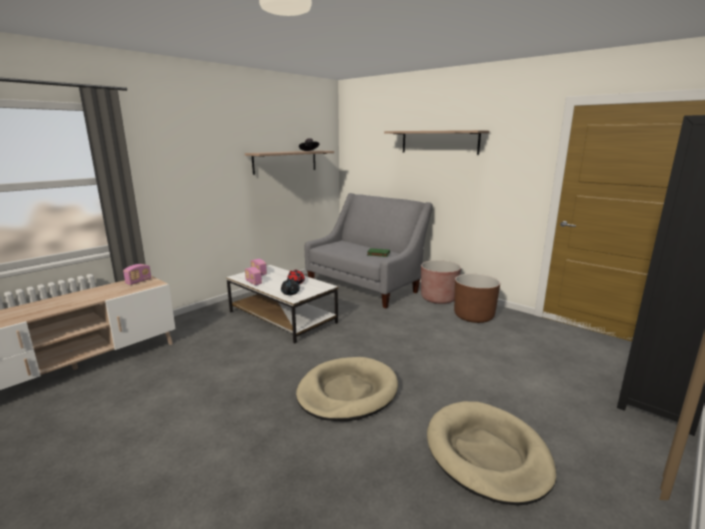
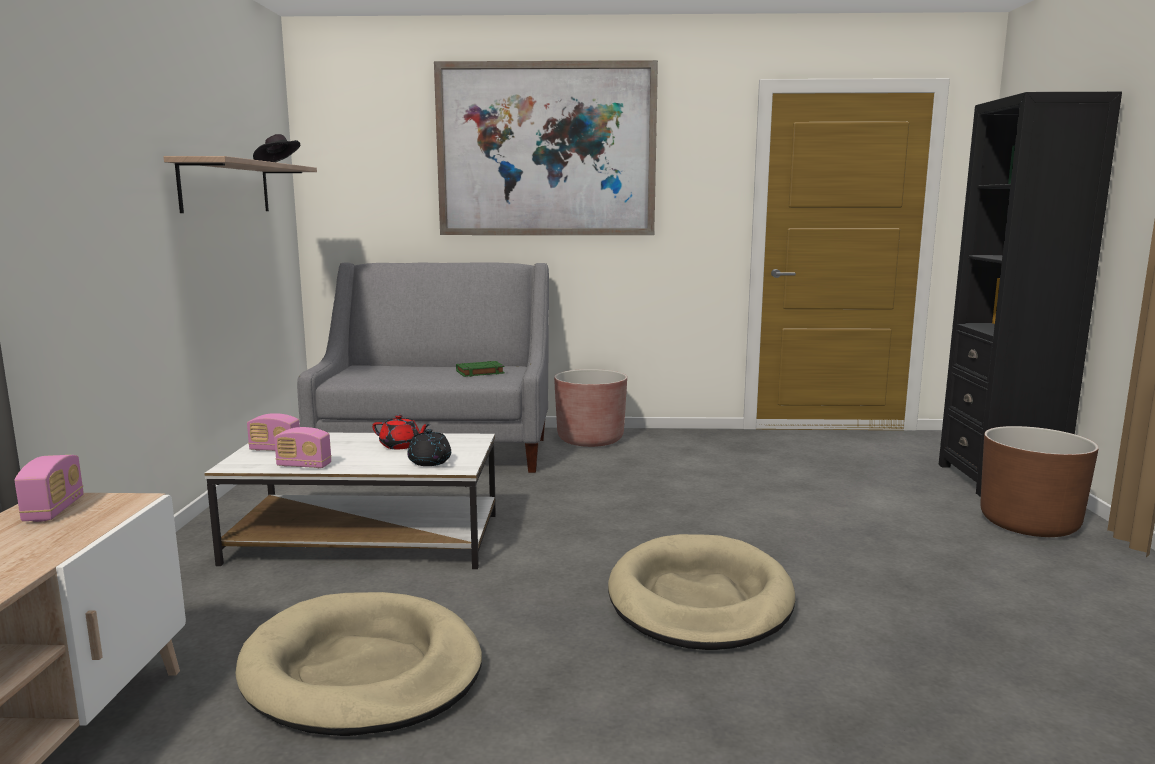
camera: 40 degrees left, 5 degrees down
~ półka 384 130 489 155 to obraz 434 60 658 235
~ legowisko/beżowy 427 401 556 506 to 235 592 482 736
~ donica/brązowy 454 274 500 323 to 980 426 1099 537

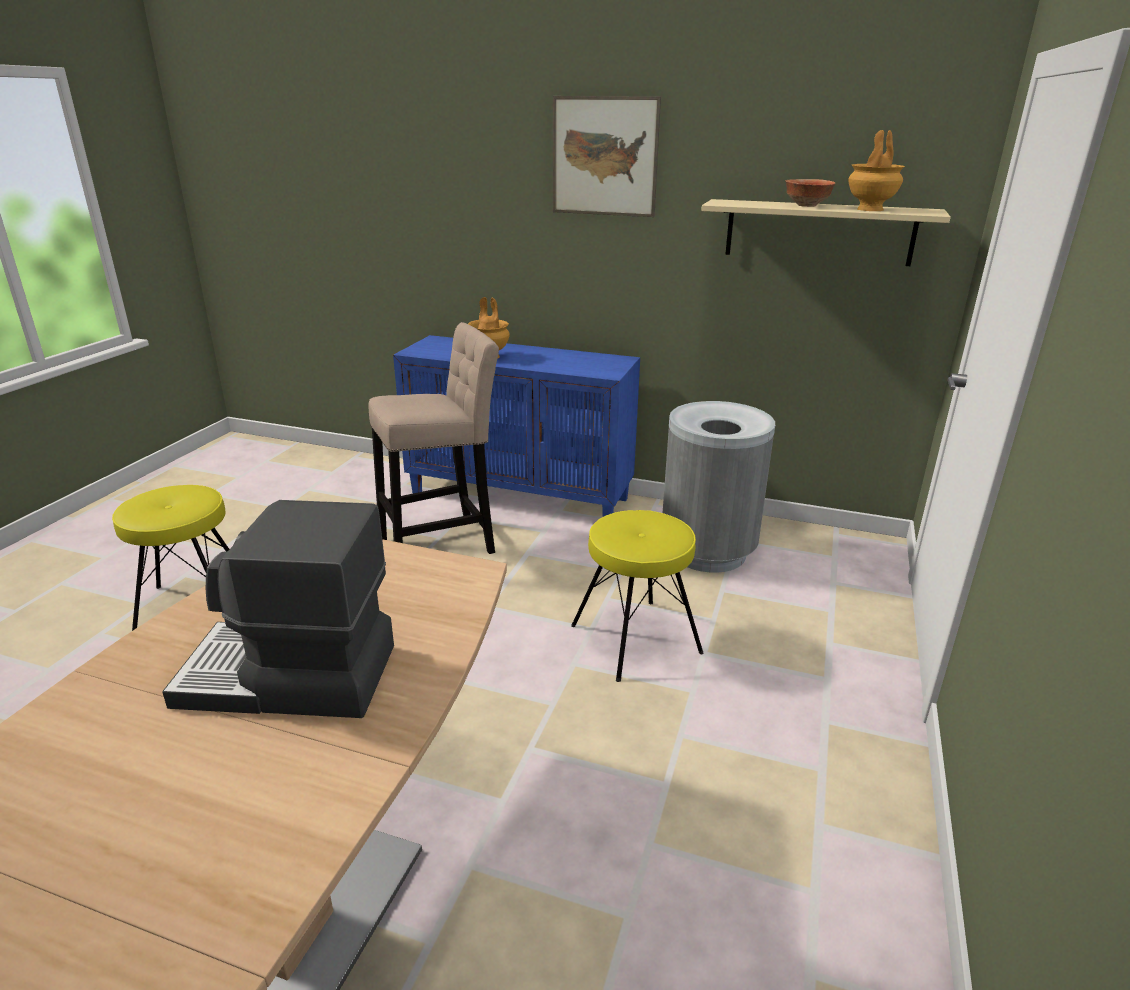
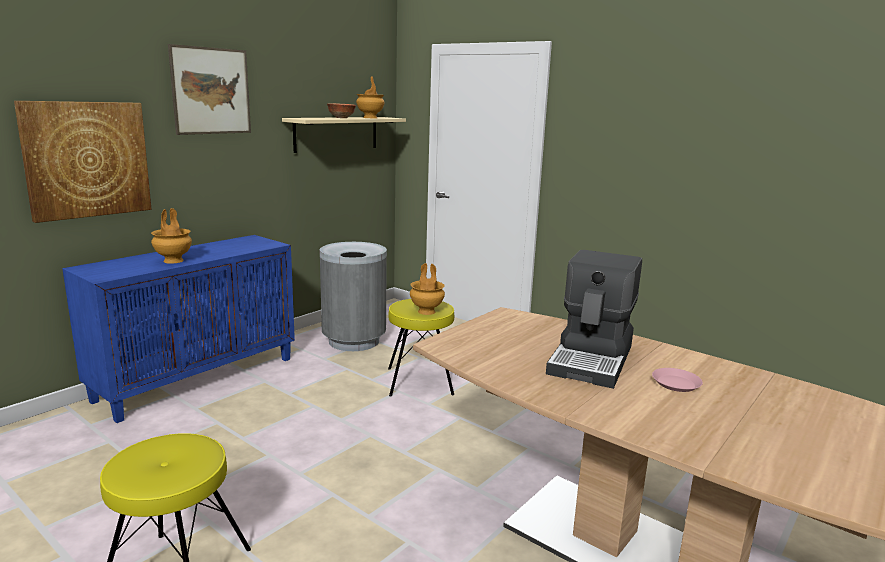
camera: 70 degrees left, 10 degrees down
- stołek/beżowy 368 322 499 554
+ obraz 14 101 152 223
+ wazon/brązowy 410 263 445 315
+ talerz/różowy 652 368 703 392

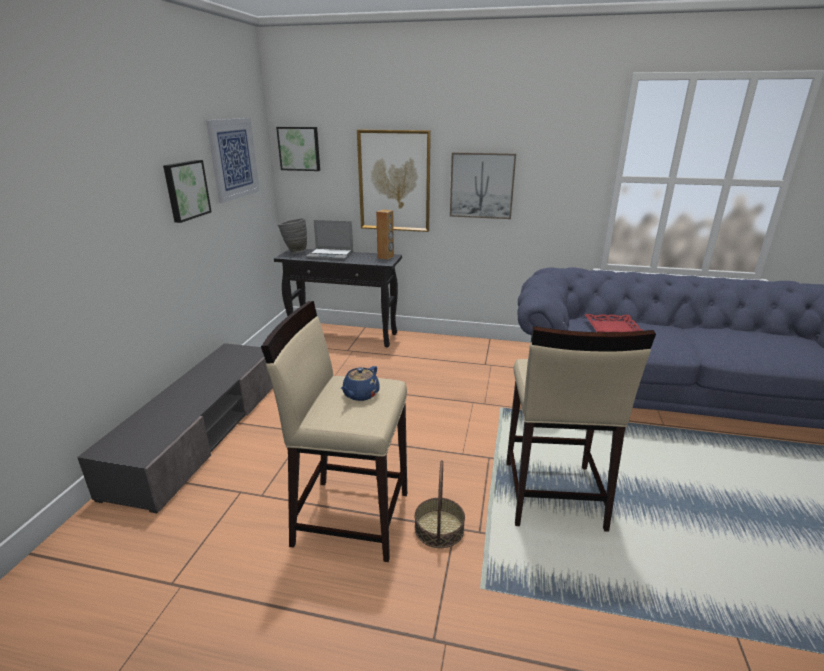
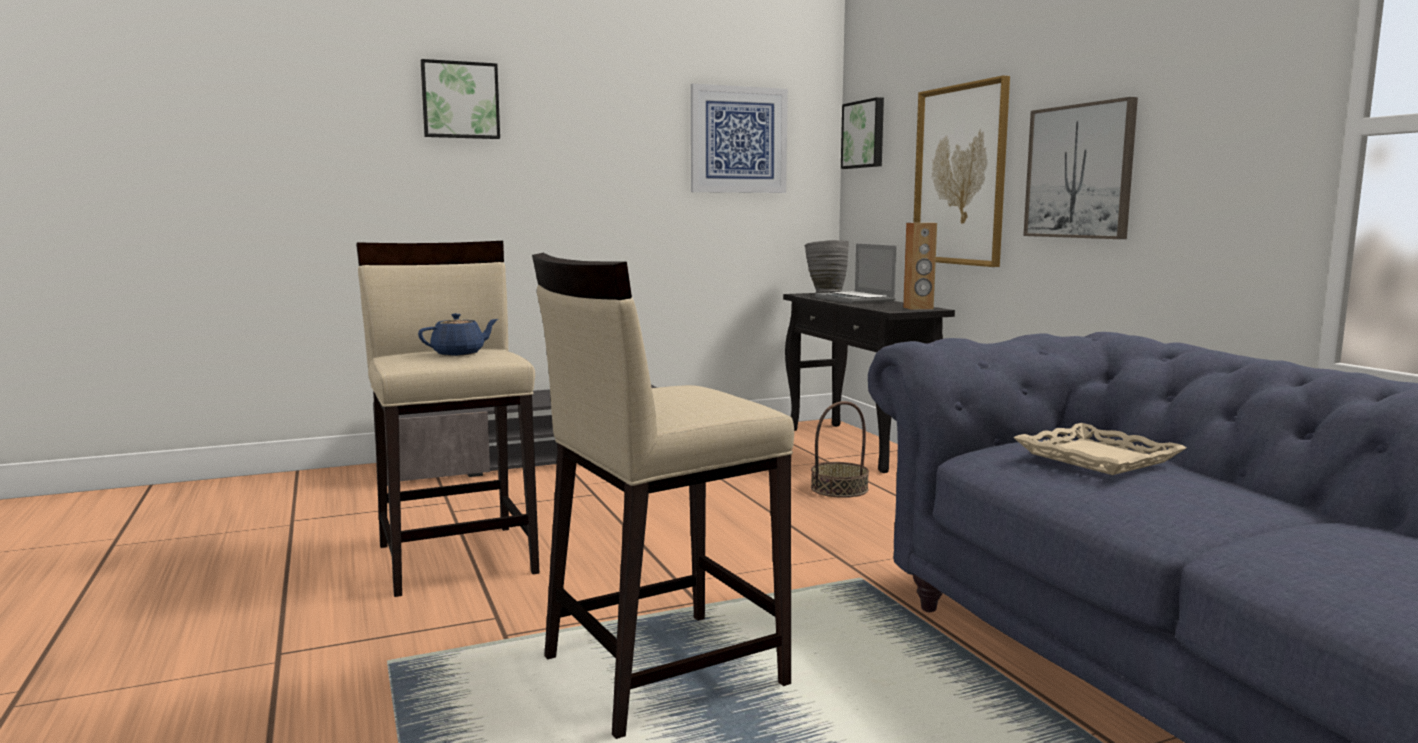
camera: 55 degrees right, 15 degrees down
~ obraz 163 160 212 223 to 421 59 500 139
~ imbryk/niebieski 341 366 380 401 = 418 313 498 356 150 degrees clockwise
~ koszyk 415 460 465 548 to 811 401 869 498
~ taca/czerwony 585 314 644 332 to taca/beżowy 1013 423 1187 475

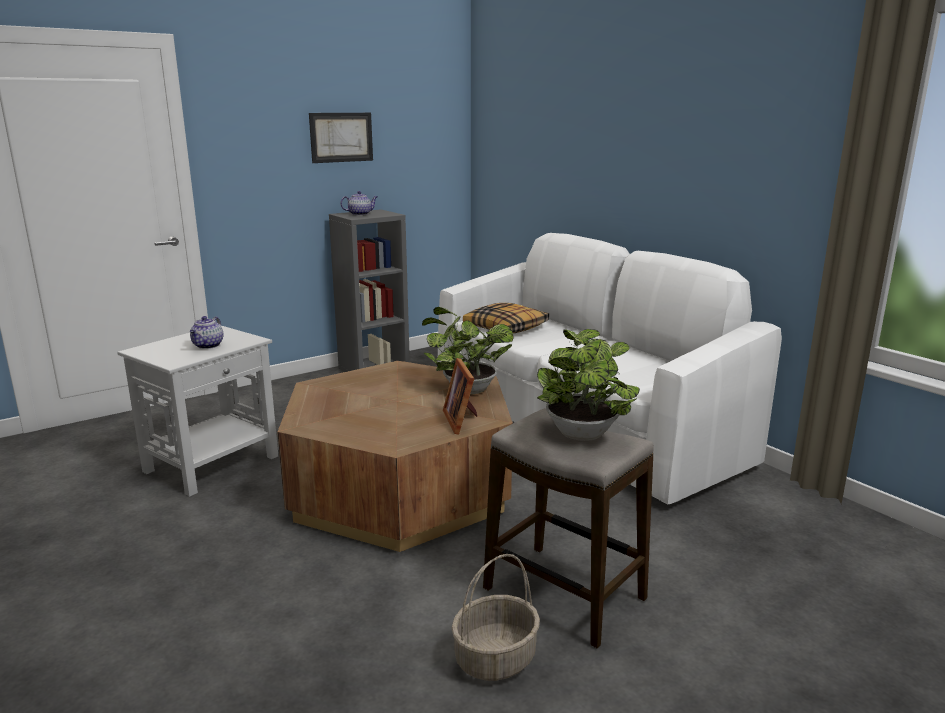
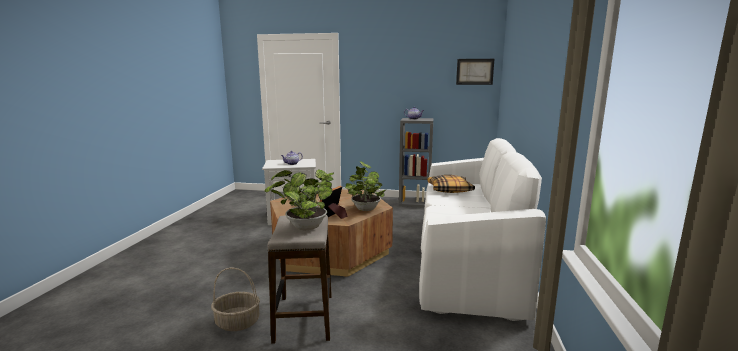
camera: 45 degrees right, 5 degrees down
~ obraz 309 113 373 163 to 456 59 494 85

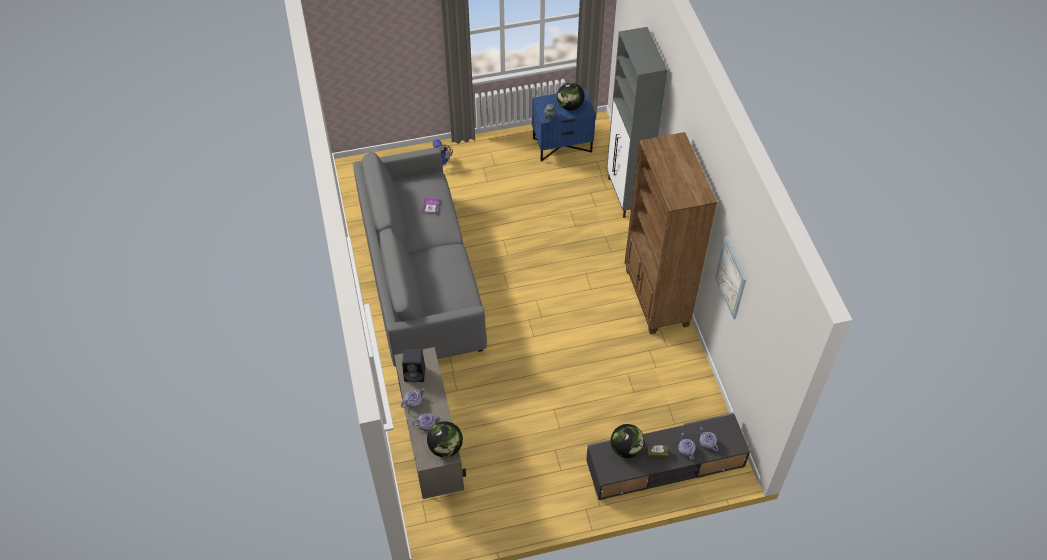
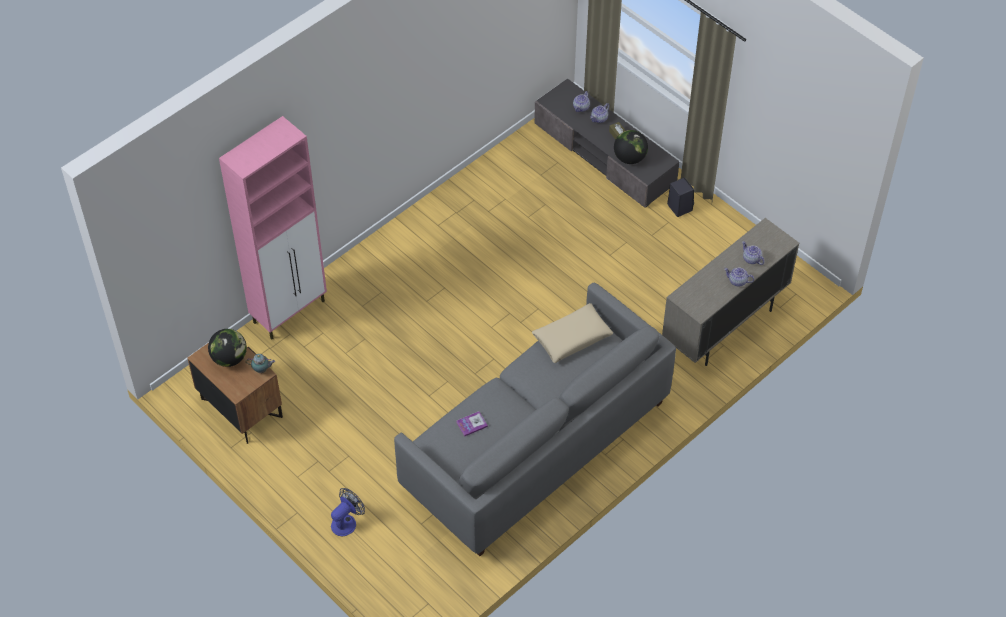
camera: 120 degrees left, 0 degrees up
~ głośnik/czarny 402 349 425 382 to 667 178 694 217
- globus 427 421 463 457
~ szafka nocna/niebieski 532 89 596 162 to szafka nocna/brązowy 187 343 283 444
~ szafka/szary 607 27 667 218 to szafka/różowy 219 116 327 339
- regał/brązowy 625 132 717 334
- obraz 715 237 746 319
+ poduszka/beżowy 532 303 613 363

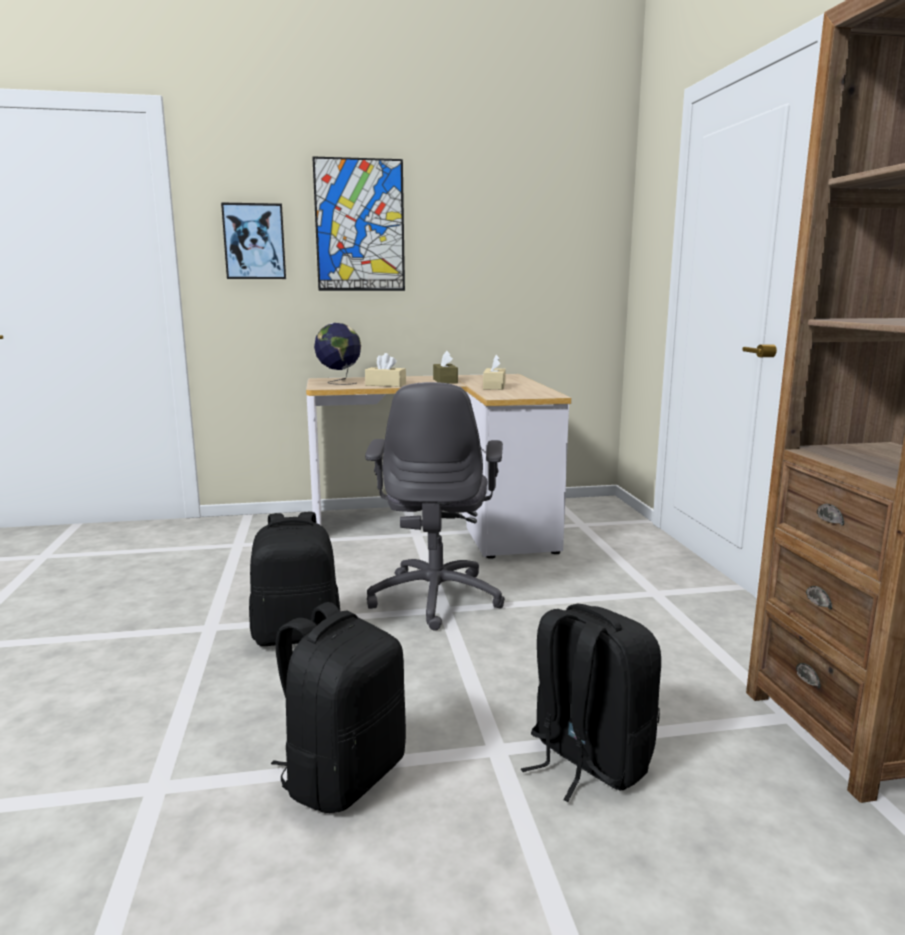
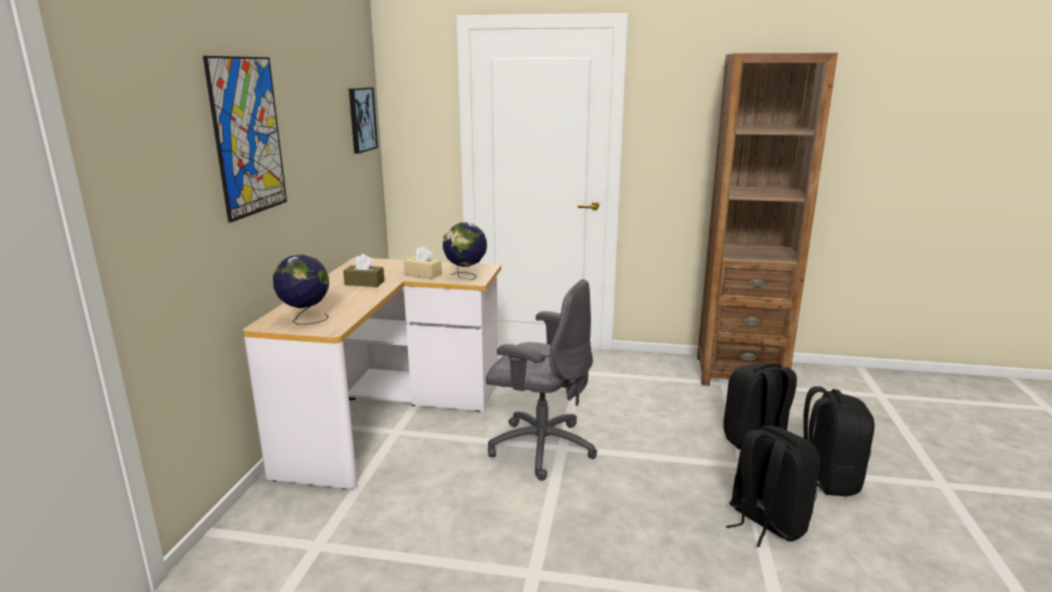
camera: 70 degrees left, 5 degrees up
~ obraz 221 202 286 279 to 349 87 378 154
~ plecak/czarny 249 512 340 646 to 803 386 875 496
- pudełko chusteczek/beżowy 365 353 406 387
+ globus 443 222 487 280

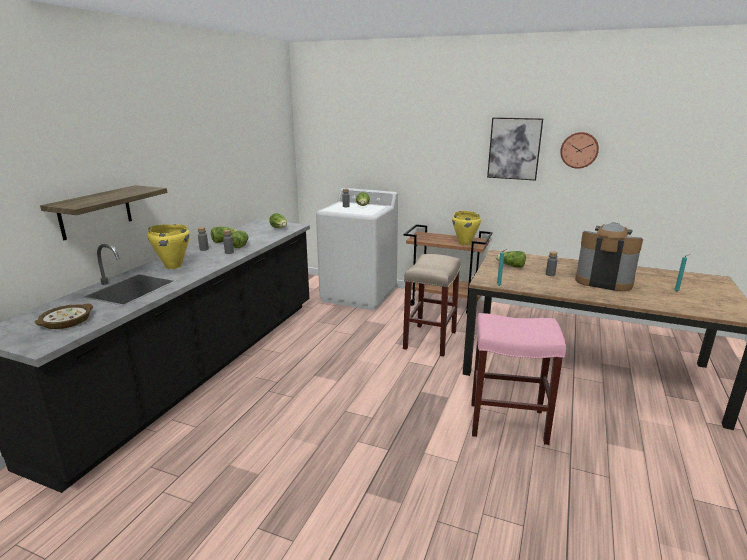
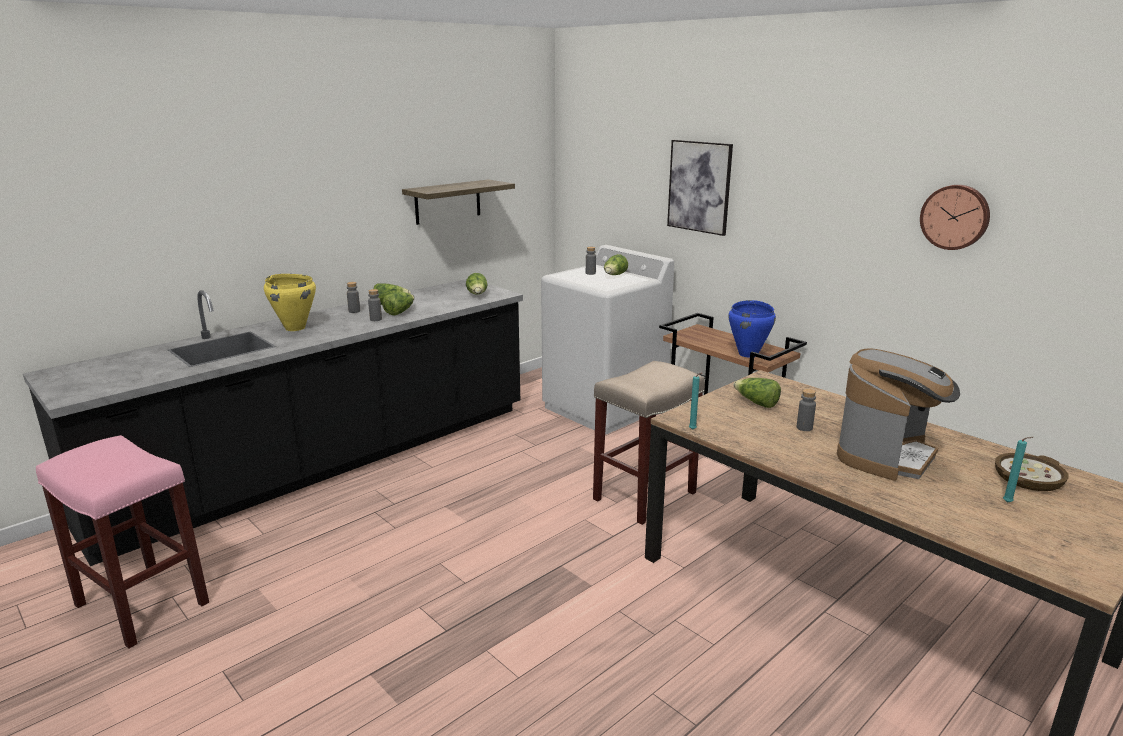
camera: 25 degrees right, 0 degrees up
~ miska 34 303 93 329 to 995 453 1069 491
~ półka 40 185 168 240 to 402 179 515 225
~ garnek/żółty 452 211 481 245 to garnek/niebieski 728 300 776 358
~ stołek/różowy 471 313 566 445 to 36 435 209 648
~ obraz 487 117 544 181 to 667 140 733 236
~ ekspres do kawy 575 222 643 291 = 837 348 960 481 75 degrees clockwise

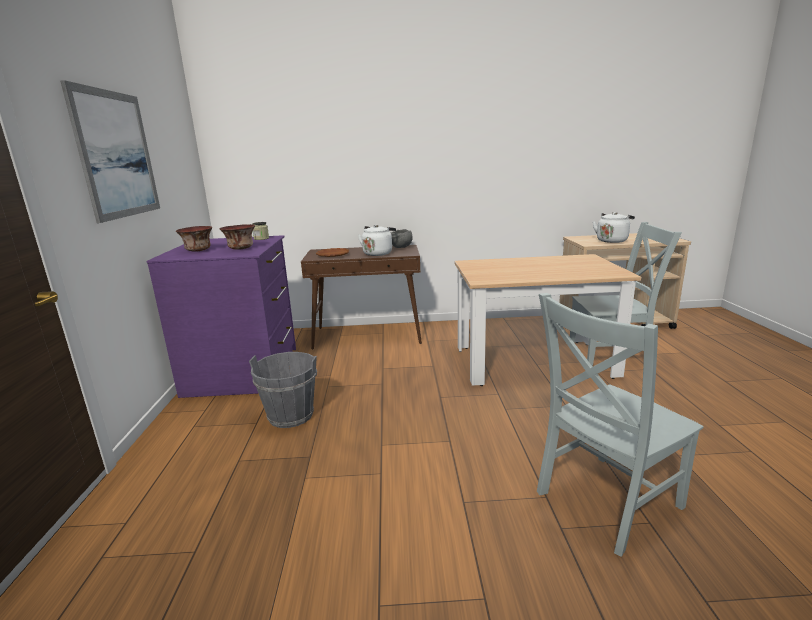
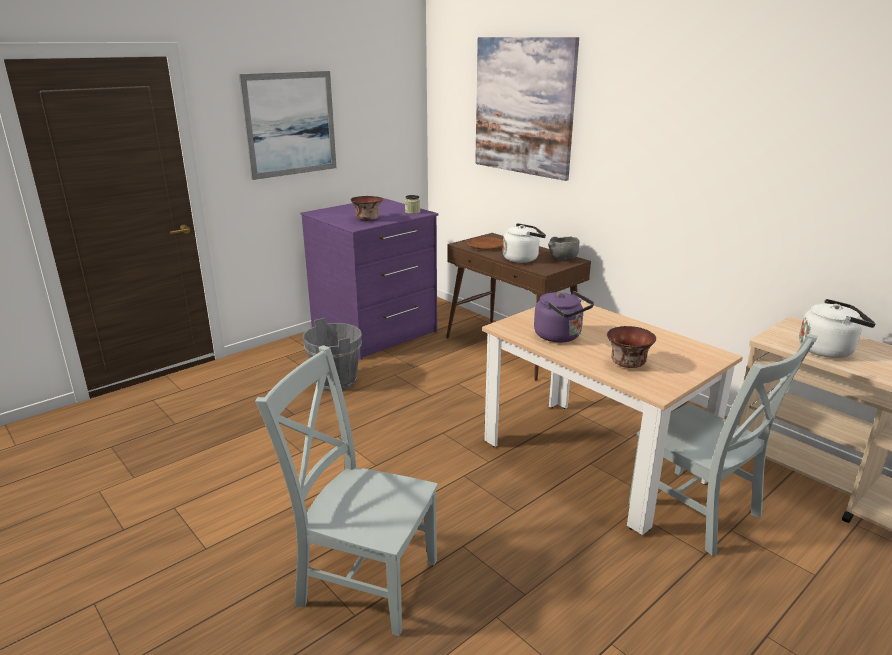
camera: 50 degrees right, 5 degrees up
~ miska 176 226 212 252 to 607 326 656 368
+ obraz 475 37 579 181
+ czajnik/fioletowy 534 290 594 343

